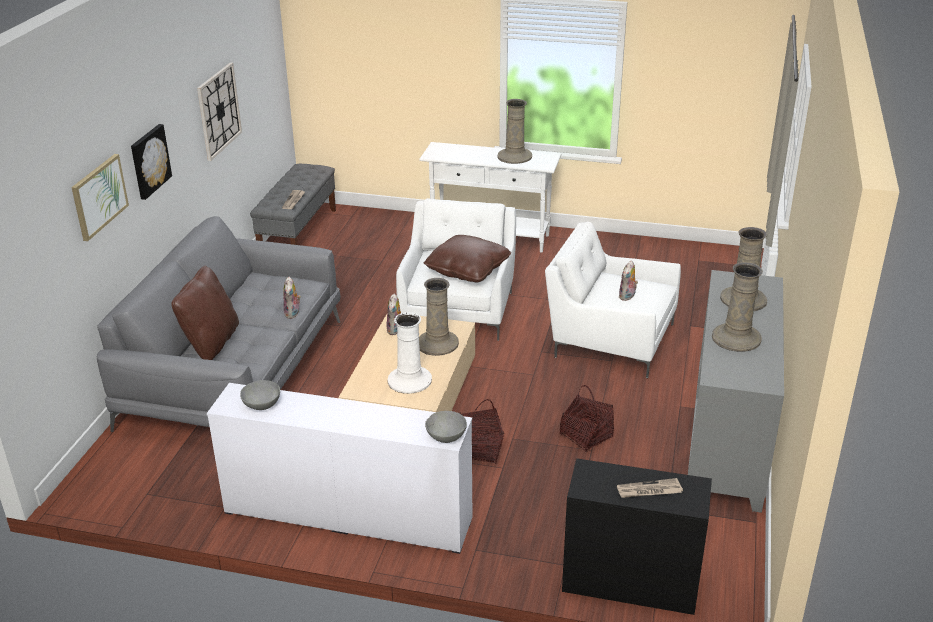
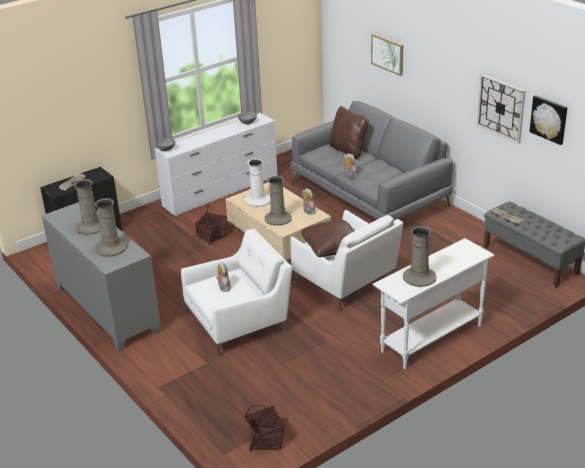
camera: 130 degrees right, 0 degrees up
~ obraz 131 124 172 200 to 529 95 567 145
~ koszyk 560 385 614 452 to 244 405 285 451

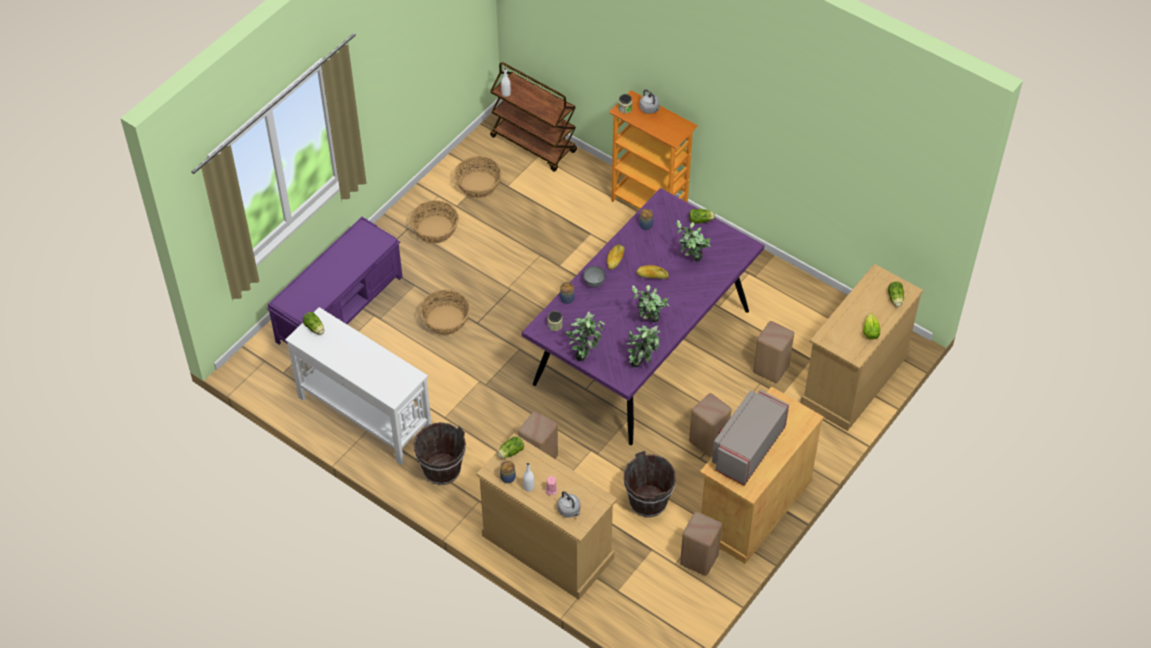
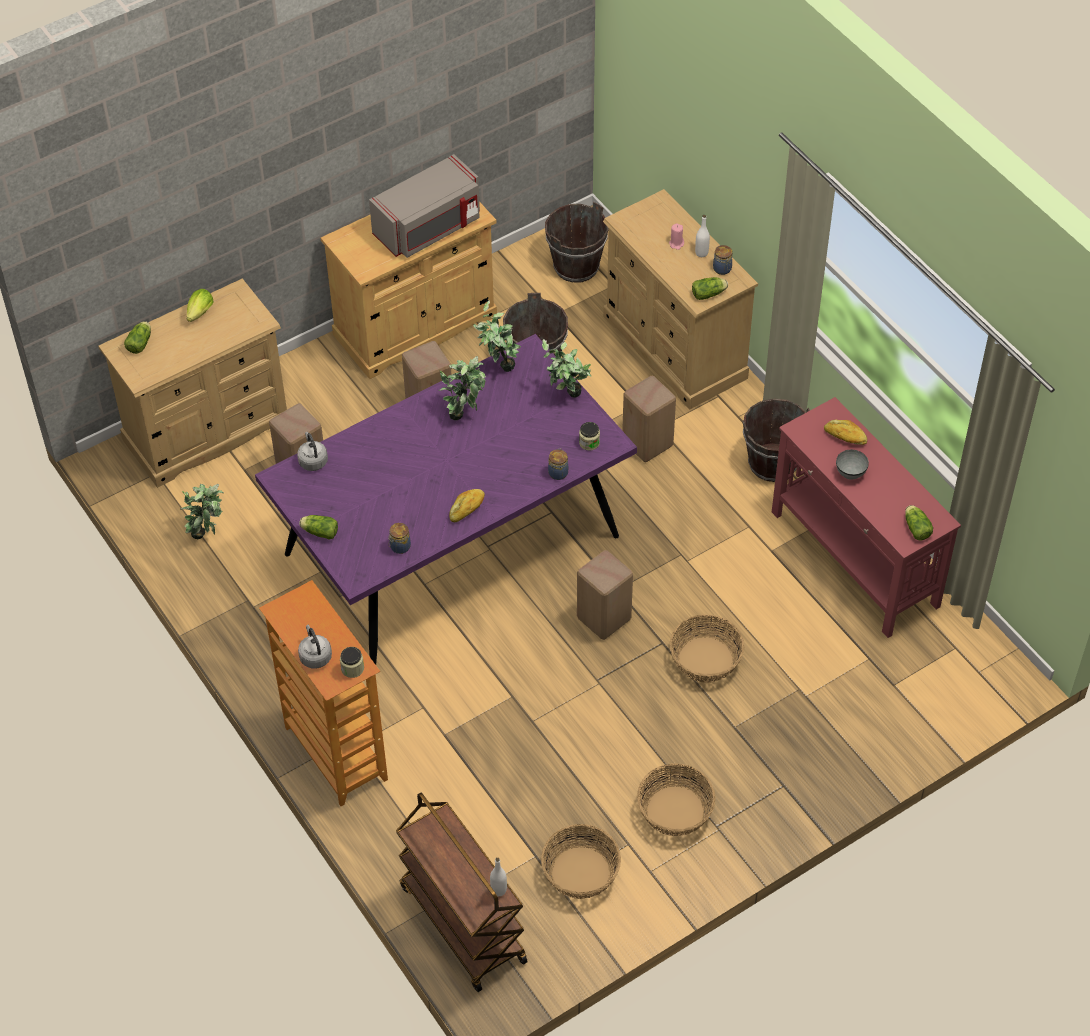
camera: 160 degrees left, 0 degrees up
- ławka/fioletowy 267 217 403 345
~ stolik konsolowy/biały 285 307 431 465 to stolik konsolowy/czerwony 772 397 961 638
~ czajnik/szary 557 491 581 518 to 297 432 328 471
~ miska/szary 583 266 606 287 to 836 449 869 480
~ chleb 636 265 669 279 to 824 420 867 445
~ roślina doniczkowa 677 220 711 261 to 180 484 224 539
~ stołek/beżowy 680 512 722 576 to 577 550 633 640
+ wiadro/brązowy 545 202 609 283

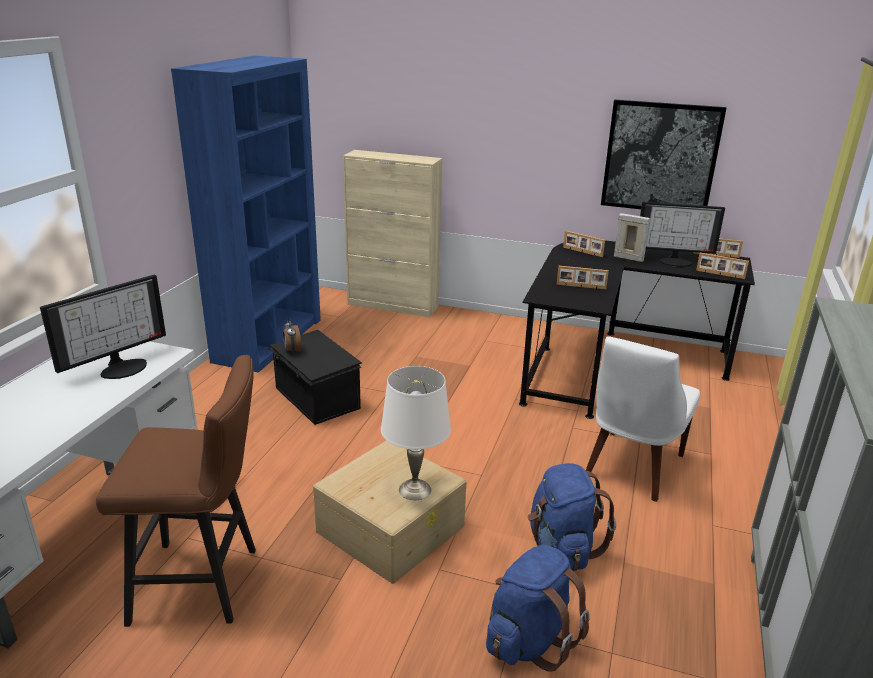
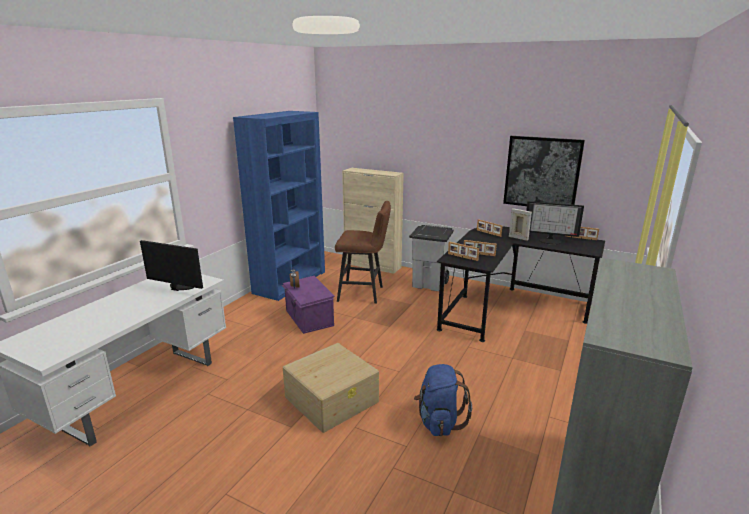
camera: 10 degrees right, 5 degrees down
~ monitor 40 275 166 379 = 140 240 203 291 120 degrees counterclockwise
~ stołek/brązowy 96 355 256 627 to 335 201 391 304
~ pojemnik do przechowywania/czarny 268 330 362 425 to pojemnik do przechowywania/fioletowy 282 276 335 334
- lampa stołowa/biały 381 366 451 500
- plecak/niebieski 486 545 590 672
- krzesło/biały 586 337 700 502
~ ramka na zdjęcie 696 253 749 279 to 448 242 479 261
+ kosz na śmieci/szary 409 225 454 291

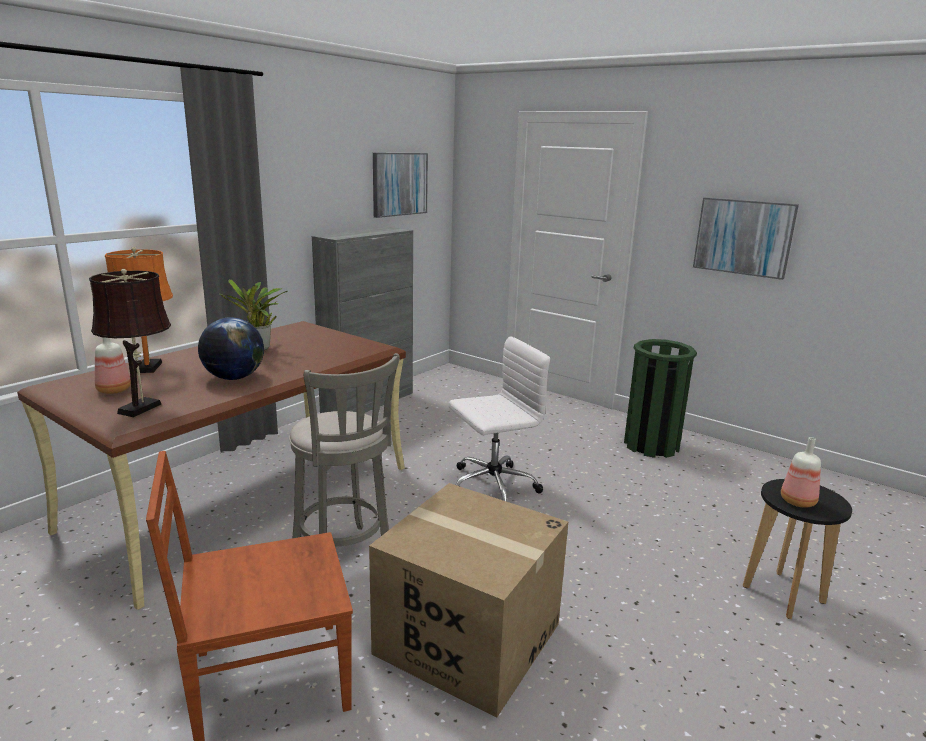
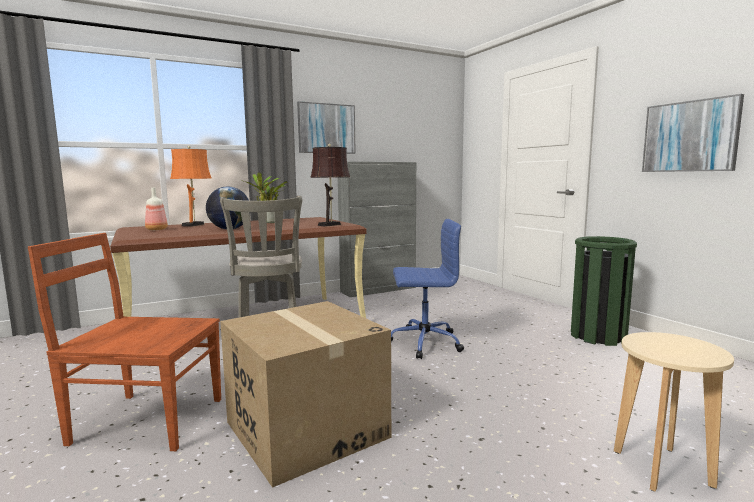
camera: 25 degrees right, 10 degrees down
~ lampa stołowa/brązowy 89 269 171 417 to 310 144 350 227
~ obraz 373 153 428 218 to 297 101 356 154
~ krzesło biurowe/biały 448 336 550 502 to krzesło biurowe/niebieski 391 219 464 359
~ stołek/czarny 743 479 852 619 to stołek/beżowy 614 332 734 492
- butelka 781 437 821 508

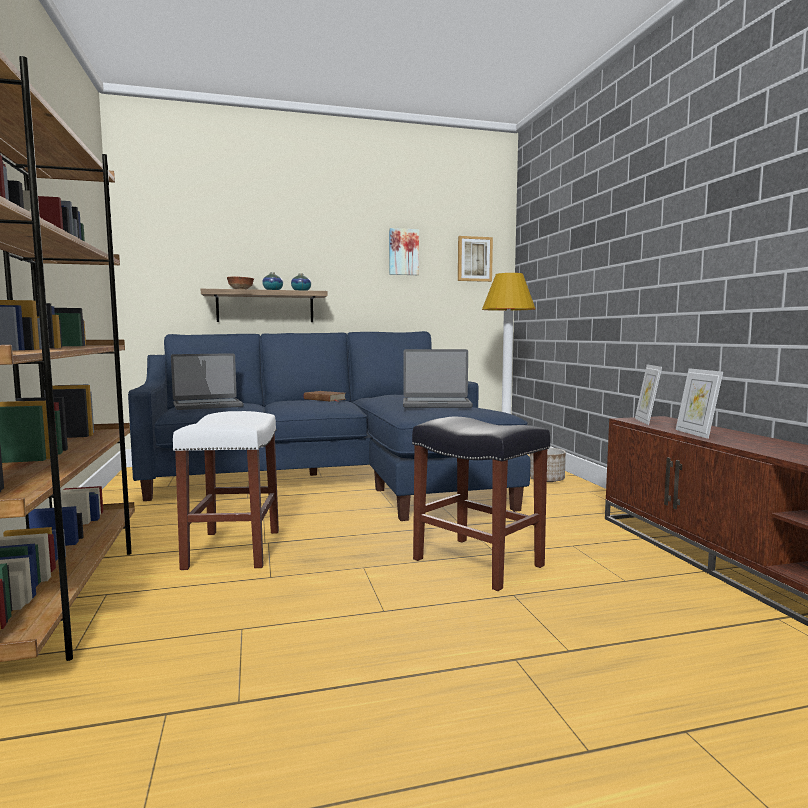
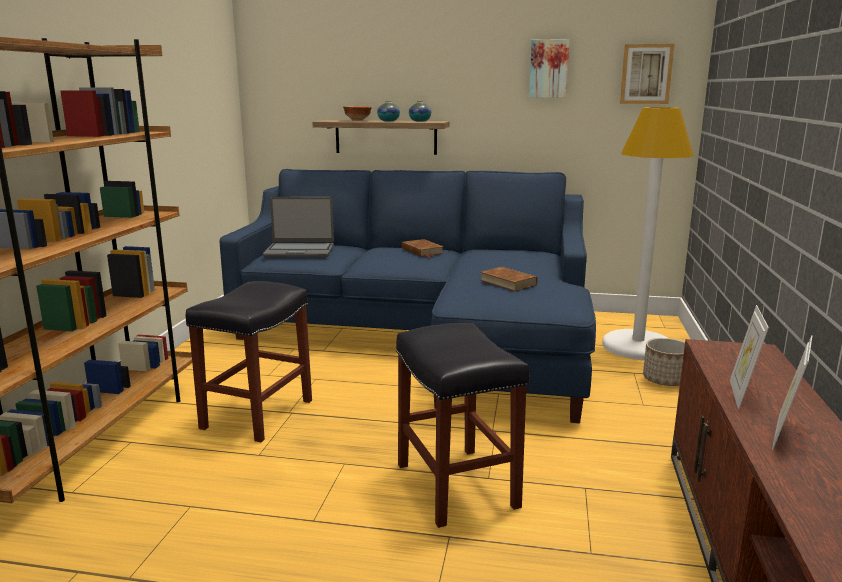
camera: 25 degrees right, 10 degrees up
~ stołek/biały 172 411 279 570 to stołek/czarny 186 281 312 442
~ laptop 403 349 473 408 to książka/brązowy 480 267 538 291
~ ramka na zdjęcie 635 364 662 425 to 772 335 813 451

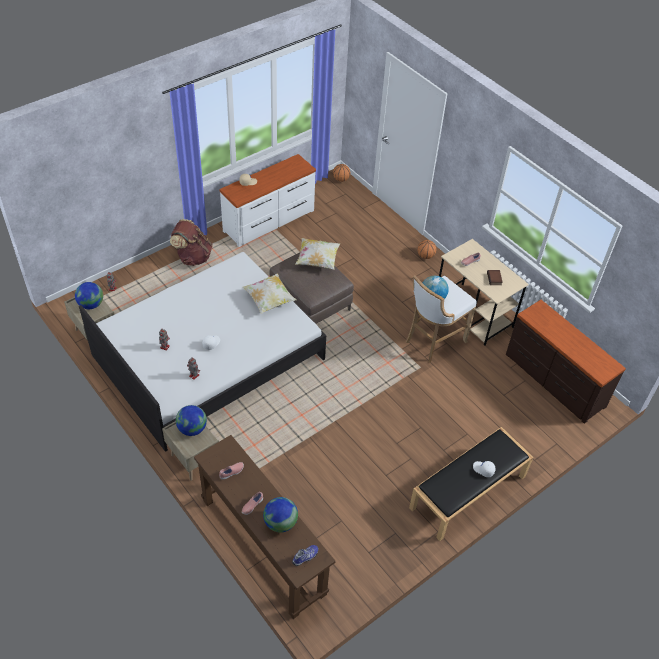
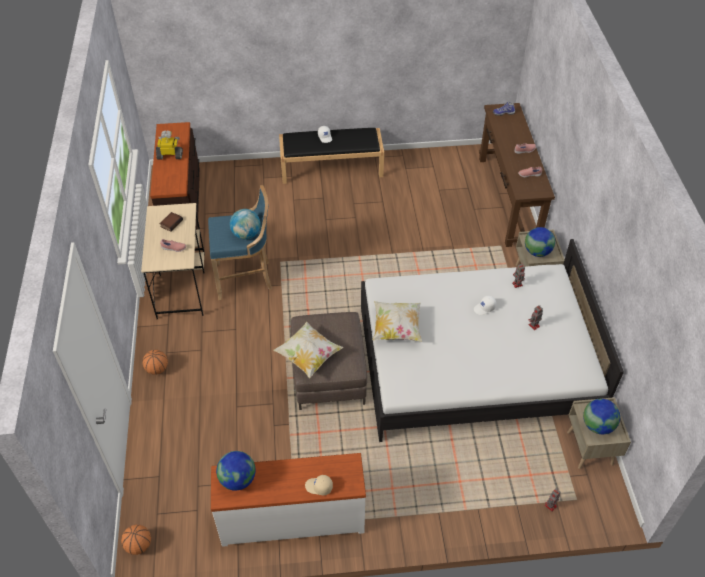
camera: 145 degrees left, 0 degrees up
- plecak/brązowy 170 219 212 266
~ globus 263 497 298 533 to 216 451 256 491
~ stołek/biały 406 275 477 363 to stołek/niebieski 208 185 272 300
+ robot zabawkowy 156 130 183 159

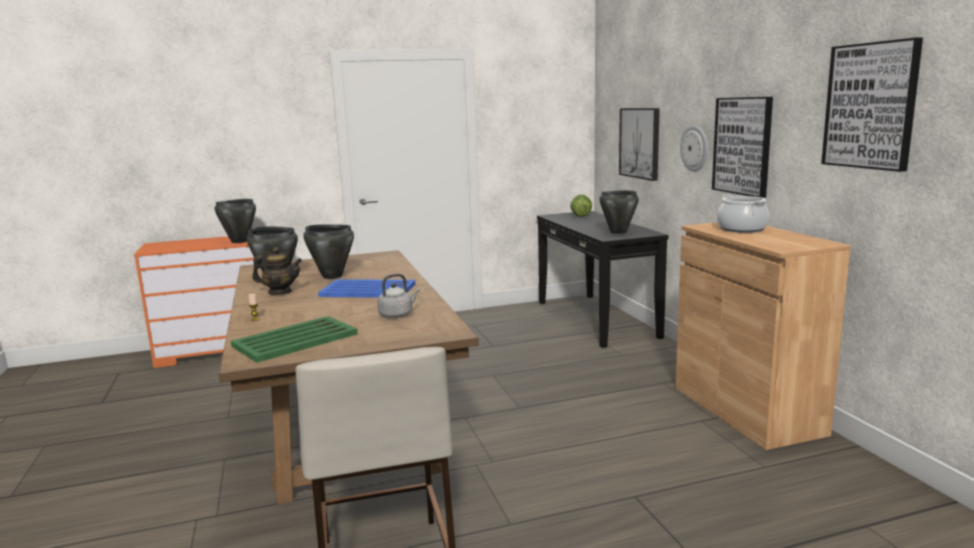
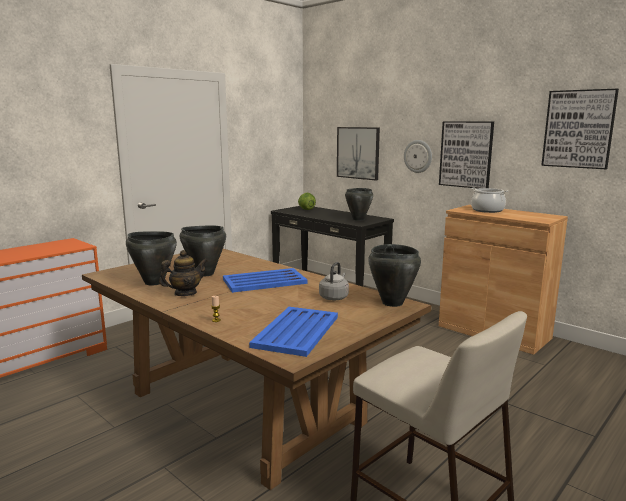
camera: 30 degrees left, 0 degrees up
~ garnek/czarny 215 199 256 243 to 368 244 421 307
~ taca/zielony 231 316 358 363 to taca/niebieski 249 307 338 357

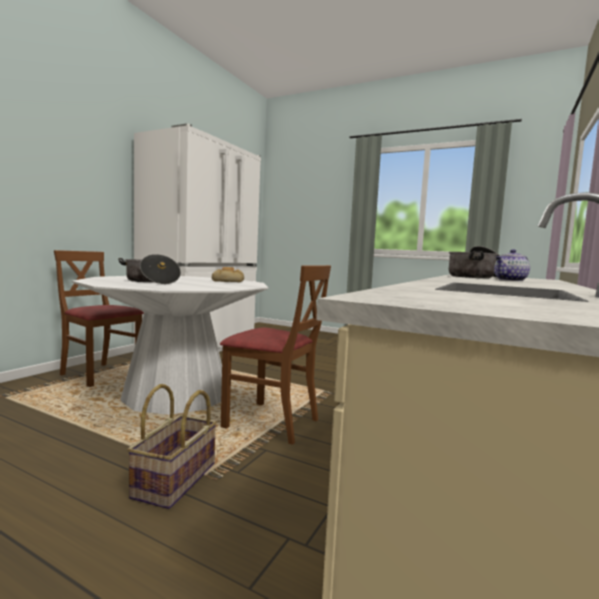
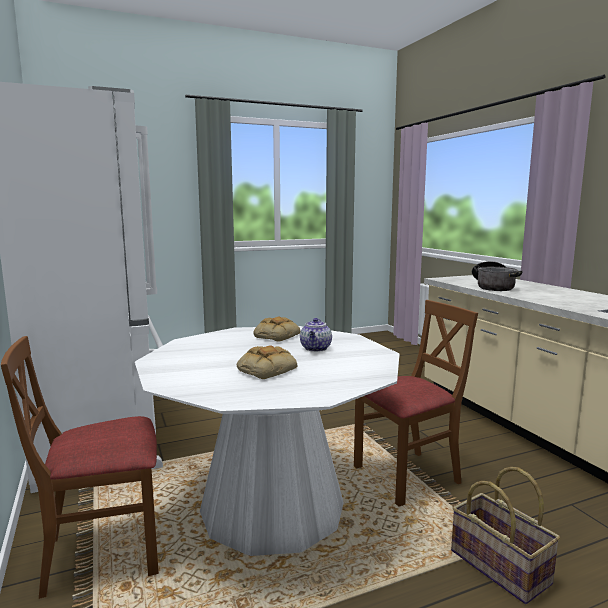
camera: 50 degrees left, 5 degrees up
~ garnek 118 254 181 284 to chleb 237 345 297 379
~ imbryk 494 249 530 281 to 300 318 332 352

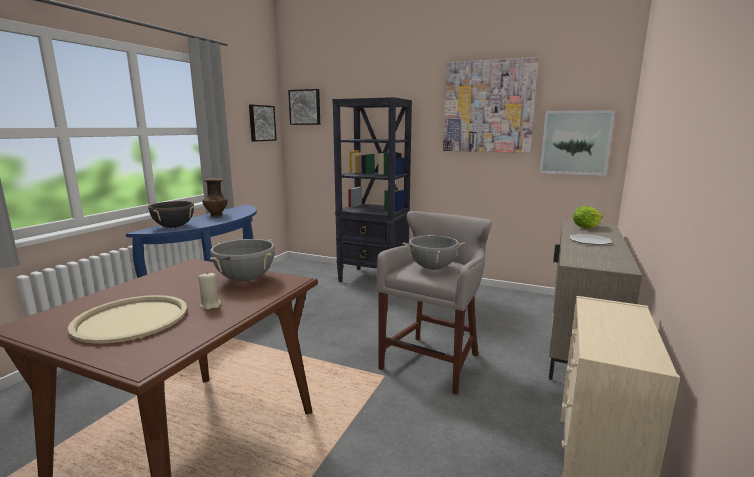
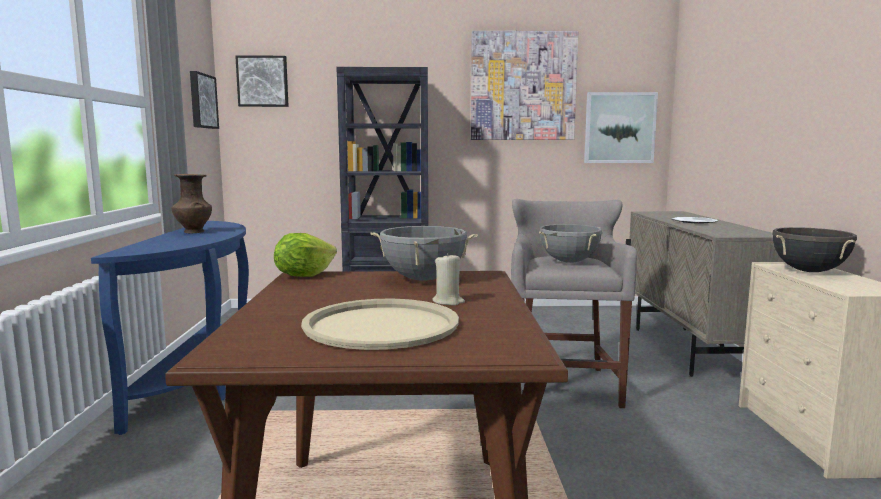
camera: 25 degrees left, 5 degrees down
~ garnek/czarny 148 201 195 228 to 772 227 857 272
~ sałata 573 206 603 229 to 274 233 337 277

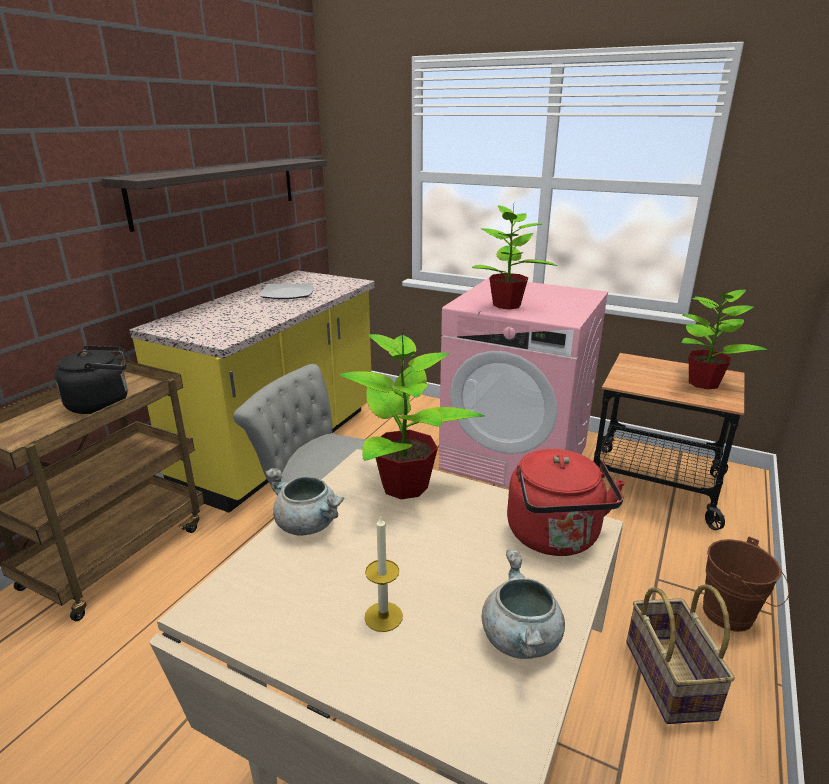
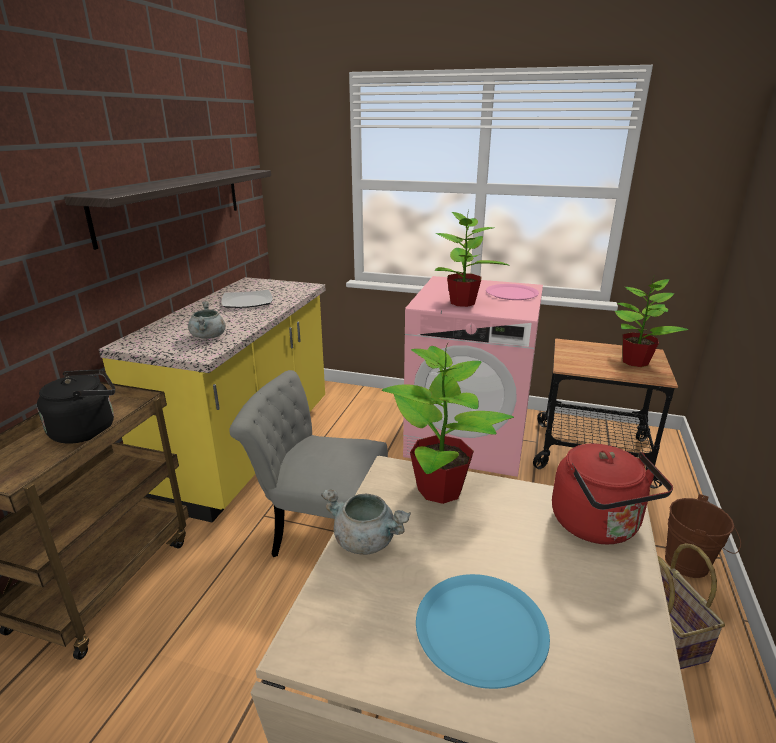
camera: 10 degrees left, 0 degrees up
~ świeca 364 515 403 632 to talerz/niebieski 416 574 550 689
~ garnek/szary 482 550 565 659 to 188 301 226 339
+ talerz/różowy 486 284 539 300

